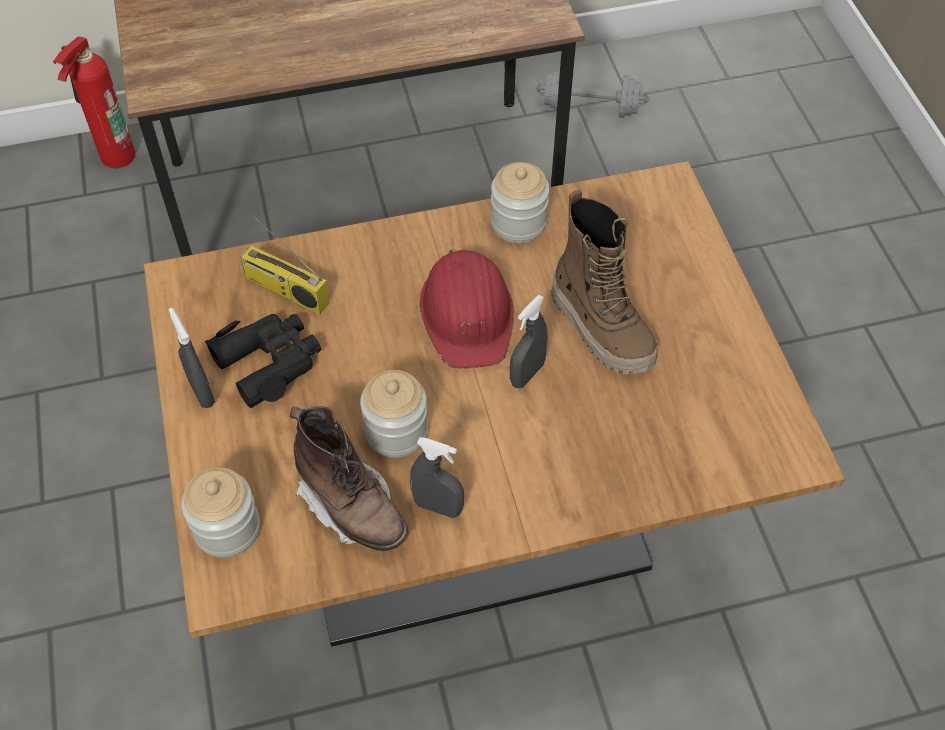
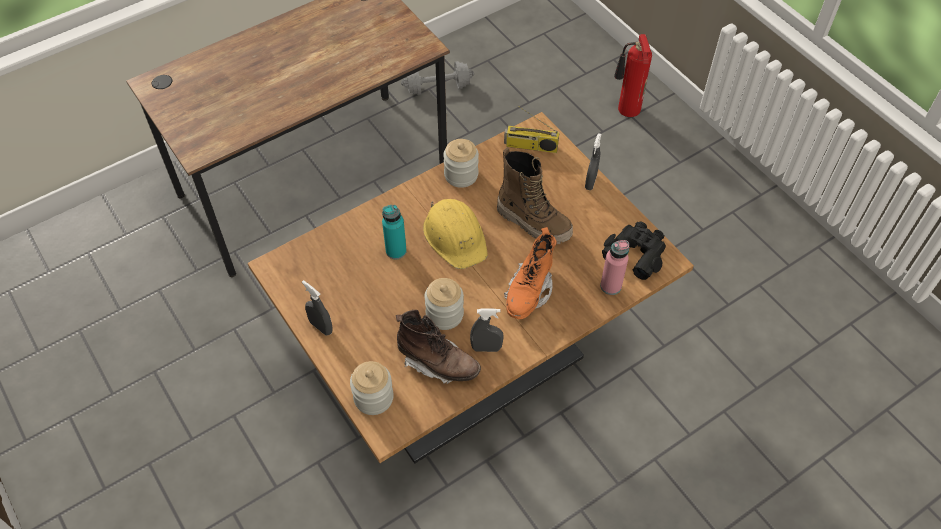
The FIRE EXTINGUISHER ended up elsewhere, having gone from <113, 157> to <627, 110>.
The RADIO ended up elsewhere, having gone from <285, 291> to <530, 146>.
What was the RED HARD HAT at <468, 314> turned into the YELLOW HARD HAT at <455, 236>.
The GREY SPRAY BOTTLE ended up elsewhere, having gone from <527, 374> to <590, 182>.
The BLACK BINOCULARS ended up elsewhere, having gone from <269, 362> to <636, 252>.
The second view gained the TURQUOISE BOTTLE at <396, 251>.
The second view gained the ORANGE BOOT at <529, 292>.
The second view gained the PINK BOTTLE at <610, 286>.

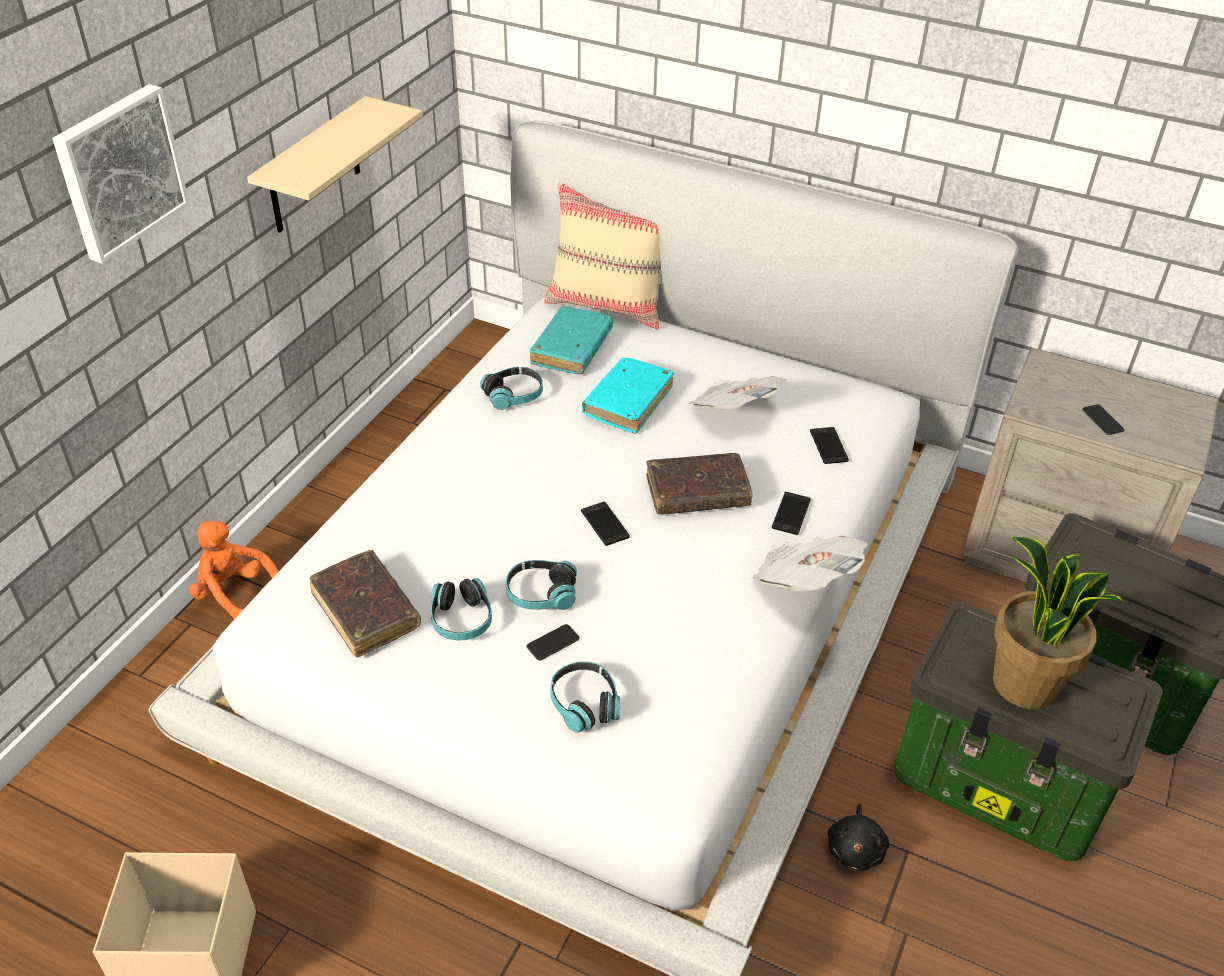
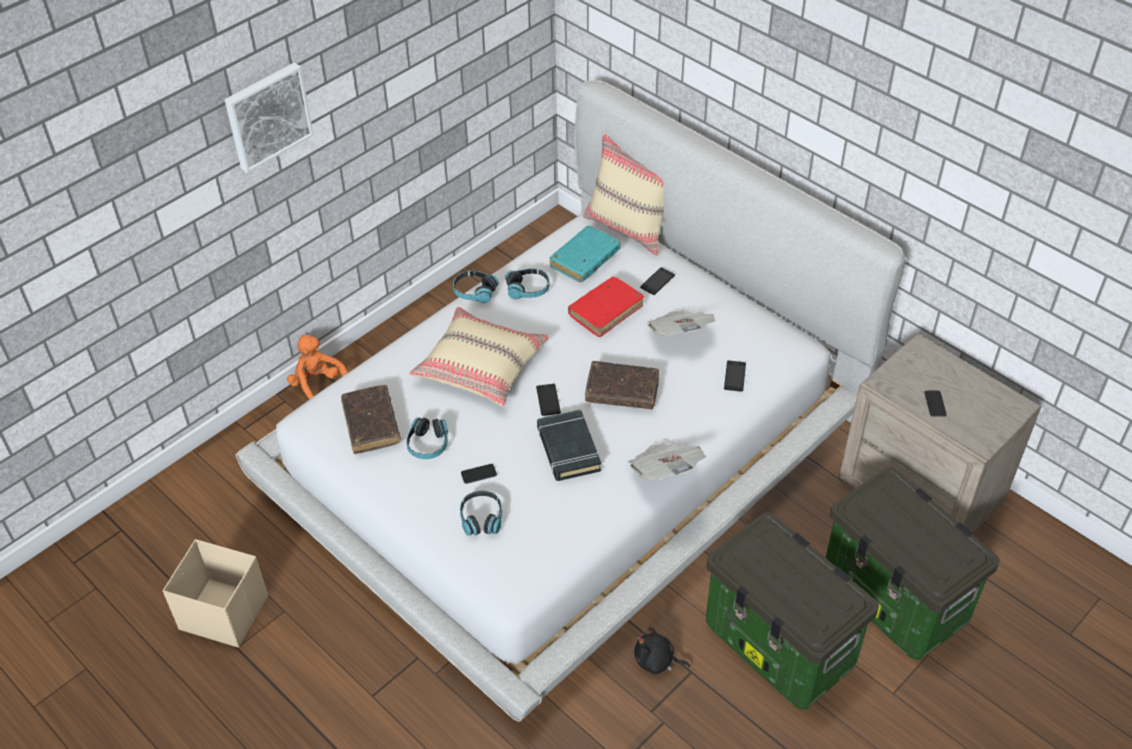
The second view lost the BEIGE SHELF at <314, 168>.
What was the TURQUOISE BOOK at <628, 402> turned into the RED BOOK at <606, 311>.
The PHONE ended up elsewhere, having gone from <791, 514> to <657, 281>.
The second view lost the POTTED PLANT at <1023, 684>.
The HEADPHONES ended up elsewhere, having gone from <541, 594> to <475, 292>.
The BLACK PLUSH TOY at <855, 849> ended up facing another way, 75 degrees clockwise from before.
The second view gained the BEIGE PILLOW at <481, 366>.
The second view gained the BLACK BOOK at <568, 449>.

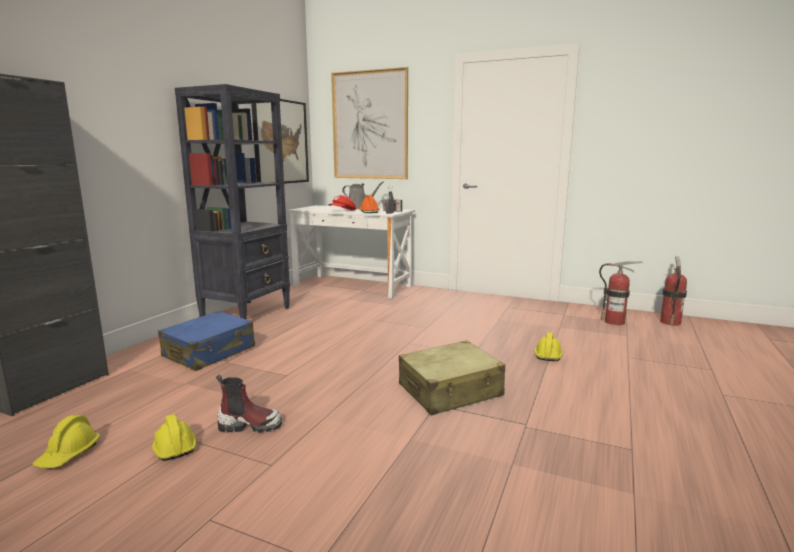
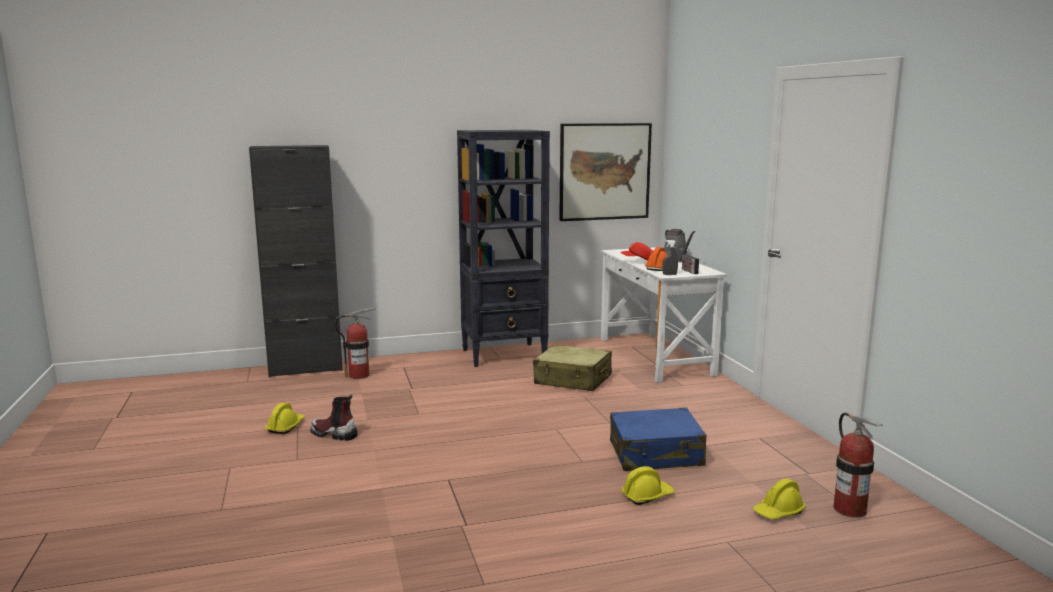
The second view lost the PICTURE at <370, 125>.
The FIRE EXTINGUISHER ended up elsewhere, having gone from <670, 322> to <359, 375>.
The BLUE SUITCASE ended up elsewhere, having gone from <209, 352> to <656, 454>.
The BEIGE SUITCASE ended up elsewhere, having gone from <450, 391> to <573, 380>.
The BOOT at <250, 425> ended up facing another way, 150 degrees clockwise from before.
The YELLOW HARD HAT ended up elsewhere, having gone from <68, 454> to <778, 512>.

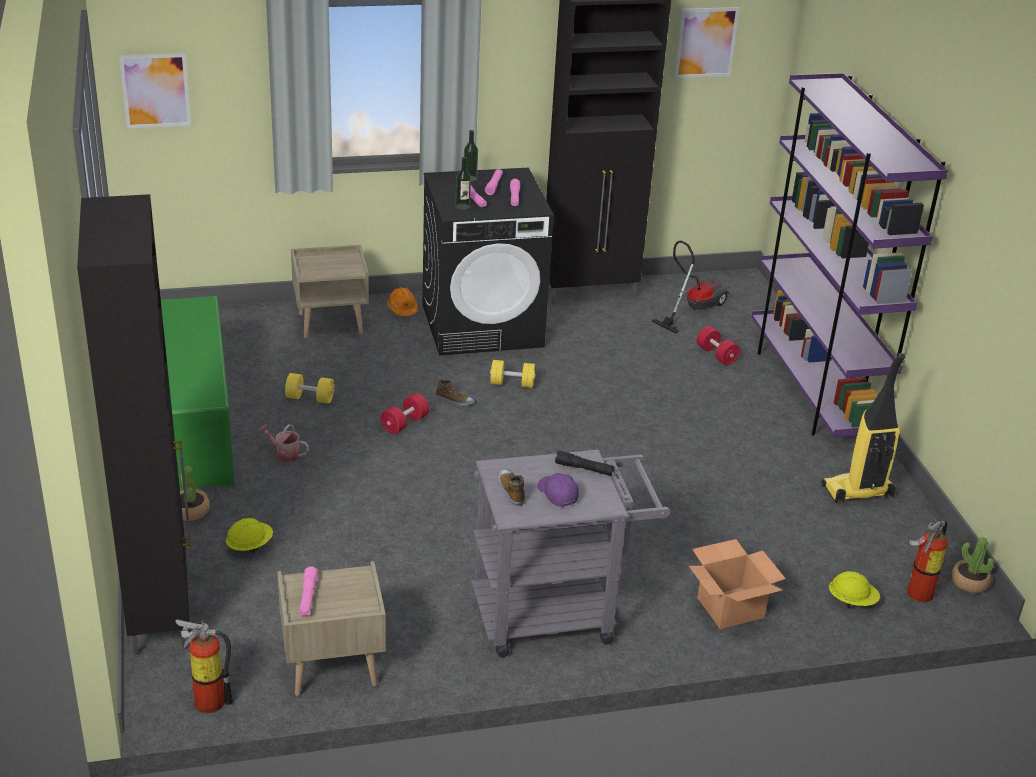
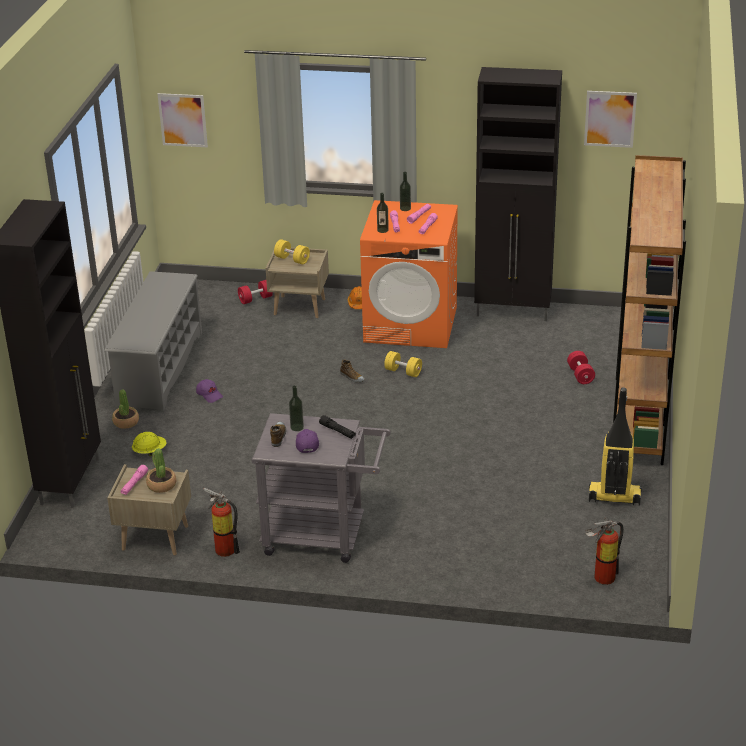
What was the PURPLE BOOKCASE at <812, 390> turned into the BROWN BOOKCASE at <639, 415>.
What was the BLACK WASHING MACHINE at <483, 325> turned into the ORANGE WASHING MACHINE at <411, 324>.
The second view lost the VACUUM CLEANER at <692, 308>.
What was the GREEN SHOE RACK at <194, 430> turned into the GREY SHOE RACK at <159, 368>.
The YELLOW DUMBBELL ended up elsewhere, having gone from <310, 398> to <292, 259>.
The RED DUMBBELL ended up elsewhere, having gone from <404, 423> to <255, 299>.
Where the WATERING CAN stood at <284, 454>, the PURPLE CAP came to stand at <209, 395>.
The POTTED PLANT ended up elsewhere, having gone from <969, 582> to <161, 485>.
The second view lost the CARDBOARD BOX at <730, 608>.
The second view lost the YELLOW HARD HAT at <852, 601>.
The FIRE EXTINGUISHER ended up elsewhere, having gone from <206, 700> to <223, 548>.
The second view gained the BOTTLE at <297, 427>.

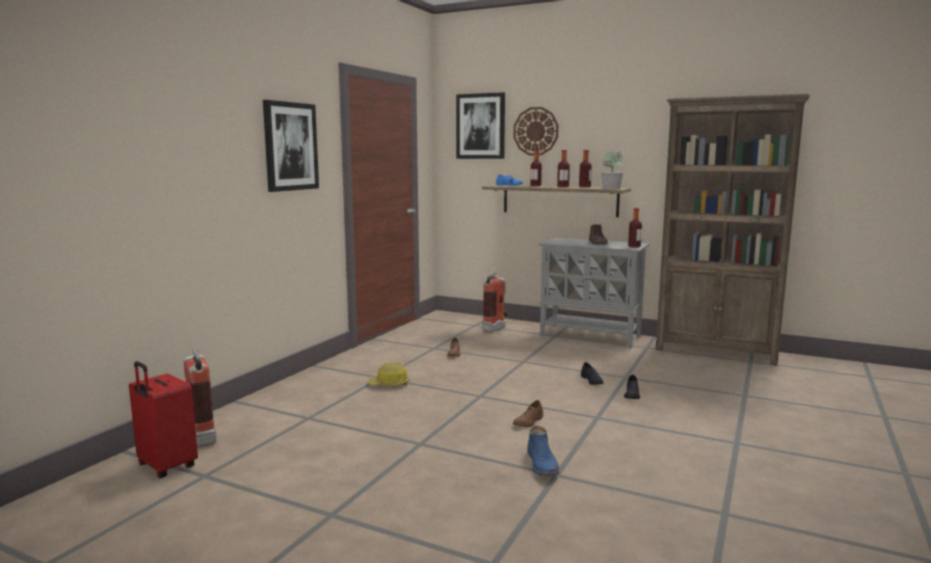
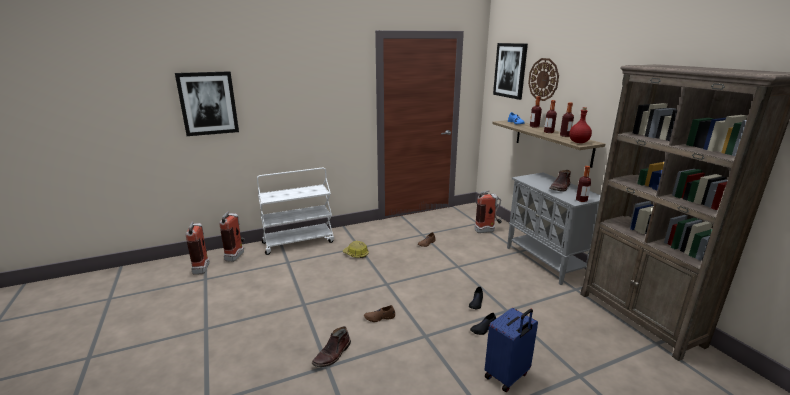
The PICTURE ended up elsewhere, having gone from <290, 146> to <208, 103>.
Where the POTTED PLANT stood at <611, 188>, the RED BOTTLE came to stand at <579, 142>.
Where the RED SUITCASE stood at <165, 467>, the FIRE EXTINGUISHER came to stand at <202, 267>.
What was the BLUE BOOT at <542, 465> turned into the BROWN BOOT at <332, 354>.
The second view gained the WHITE CART at <298, 242>.
The second view gained the BLUE SUITCASE at <507, 376>.

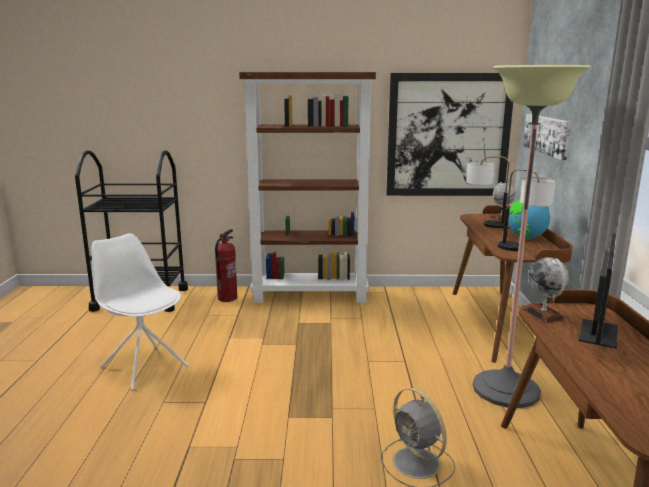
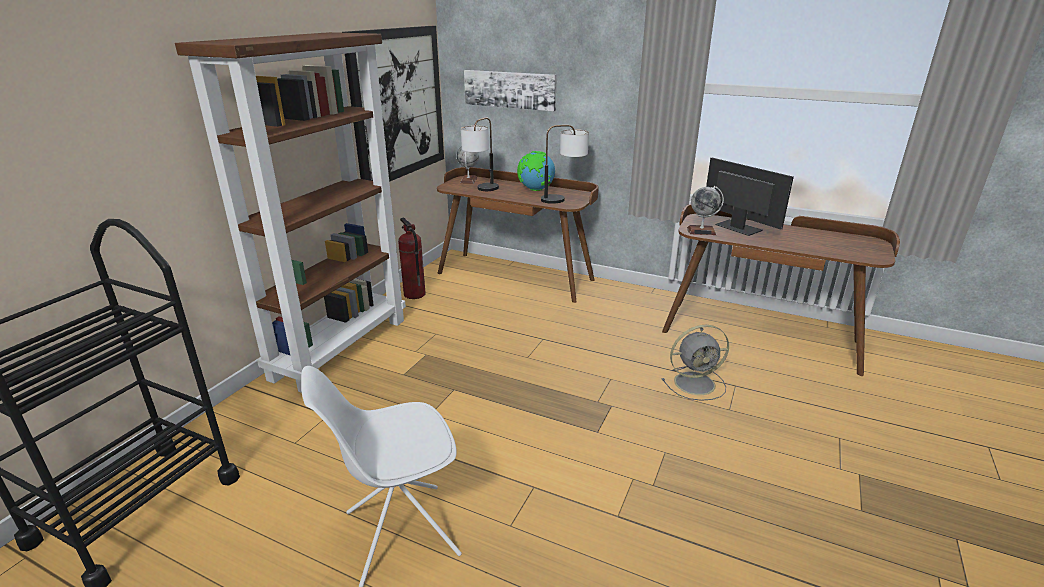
The second view lost the FLOOR LAMP at <505, 389>.
The FIRE EXTINGUISHER ended up elsewhere, having gone from <227, 298> to <414, 294>.

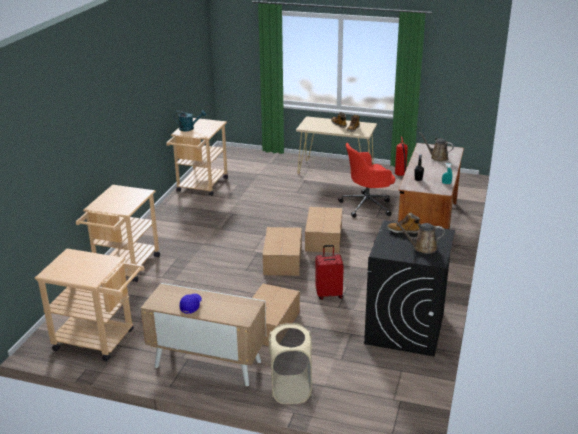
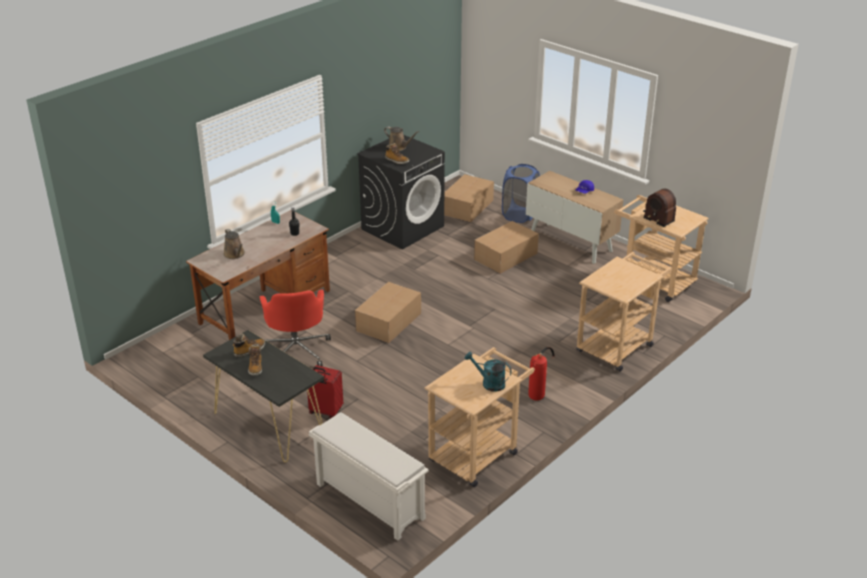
What was the BEIGE CONSOLE TABLE at <336, 171> turned into the BLACK CONSOLE TABLE at <268, 424>.
The FIRE EXTINGUISHER ended up elsewhere, having gone from <400, 176> to <540, 390>.
The RED OFFICE CHAIR at <367, 205> ended up facing another way, 75 degrees clockwise from before.
The CARDBOARD BOX ended up elsewhere, having gone from <282, 261> to <468, 207>.
The RED SUITCASE ended up elsewhere, having gone from <329, 294> to <325, 411>.
What was the BEIGE LAUNDRY BASKET at <291, 389> turned into the BLUE LAUNDRY BASKET at <519, 215>.
The second view gained the RADIO at <659, 216>.
The second view gained the WHITE SHOE RACK at <368, 501>.

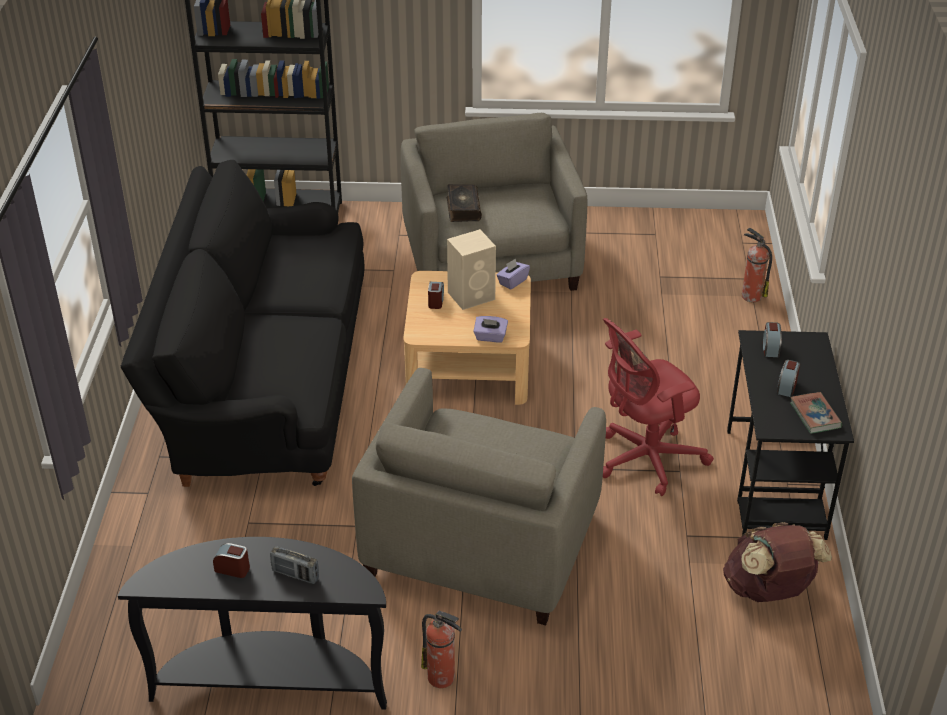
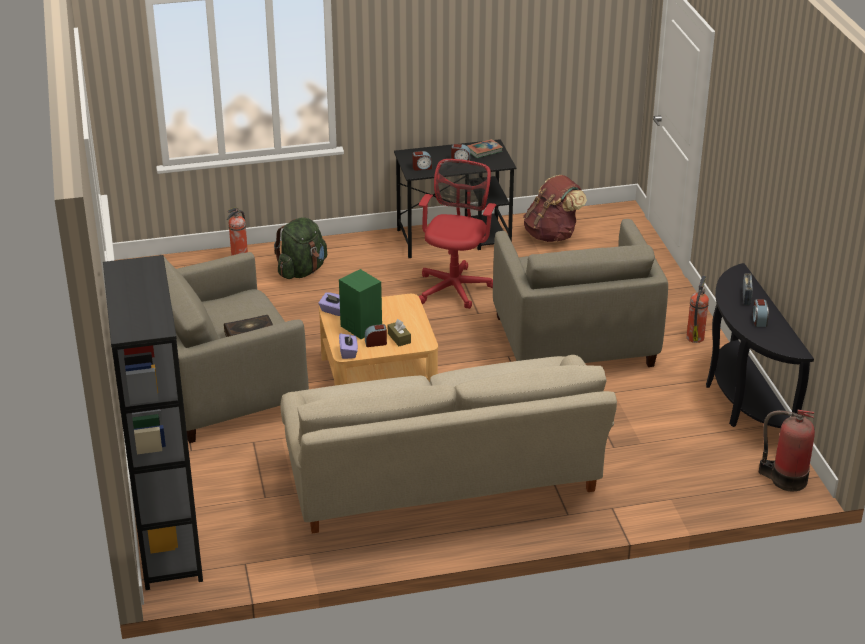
What was the BLACK SOFA at <265, 380> turned into the BEIGE SOFA at <443, 480>.
What was the BEIGE SPEAKER at <472, 295> turned into the GREEN SPEAKER at <360, 327>.
The PURPLE TISSUE BOX ended up elsewhere, having gone from <490, 337> to <348, 352>.
The RED OFFICE CHAIR at <645, 460> ended up facing another way, 120 degrees counterclockwise from before.
The BEIGE ARMCHAIR at <481, 543> ended up facing another way, 75 degrees clockwise from before.
The second view gained the GREEN BACKPACK at <302, 271>.
The second view gained the BROWN TISSUE BOX at <399, 338>.
The second view gained the FIRE EXTINGUISHER at <786, 479>.

